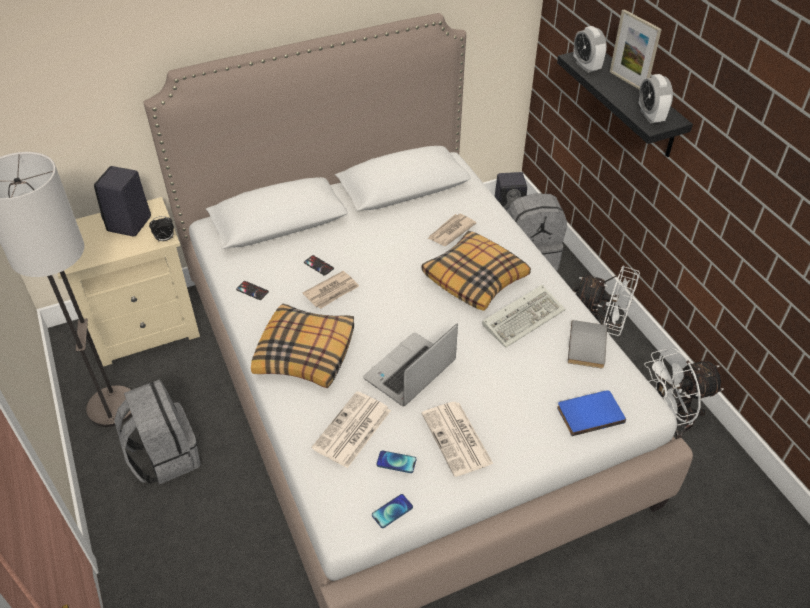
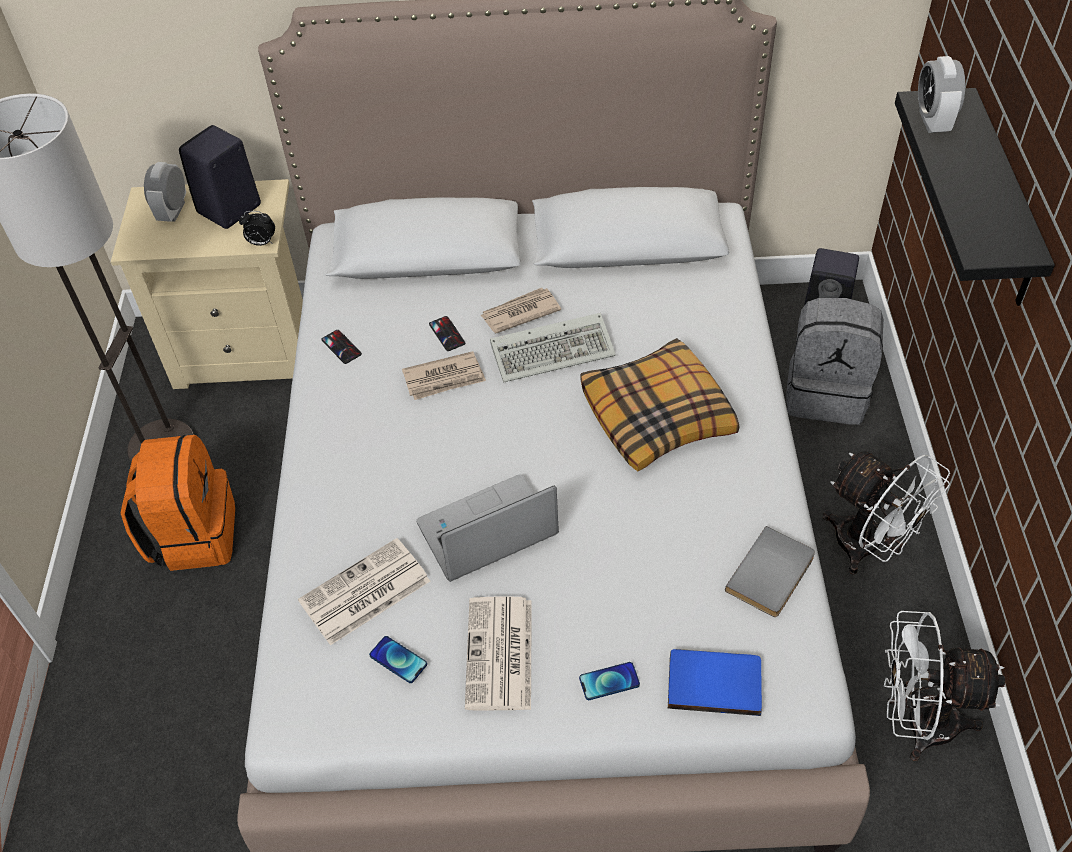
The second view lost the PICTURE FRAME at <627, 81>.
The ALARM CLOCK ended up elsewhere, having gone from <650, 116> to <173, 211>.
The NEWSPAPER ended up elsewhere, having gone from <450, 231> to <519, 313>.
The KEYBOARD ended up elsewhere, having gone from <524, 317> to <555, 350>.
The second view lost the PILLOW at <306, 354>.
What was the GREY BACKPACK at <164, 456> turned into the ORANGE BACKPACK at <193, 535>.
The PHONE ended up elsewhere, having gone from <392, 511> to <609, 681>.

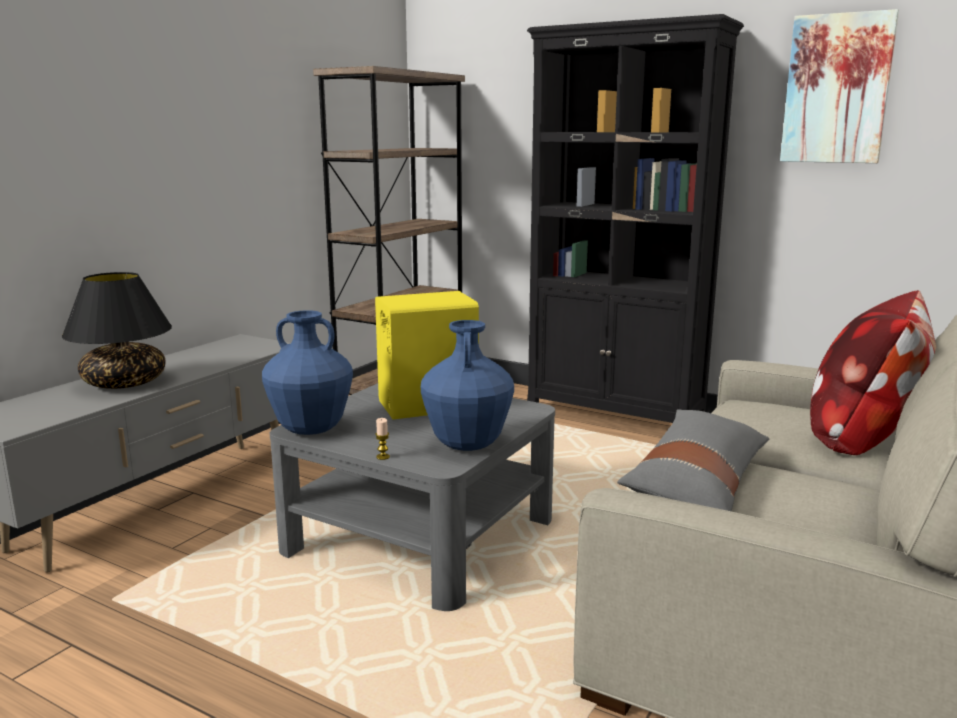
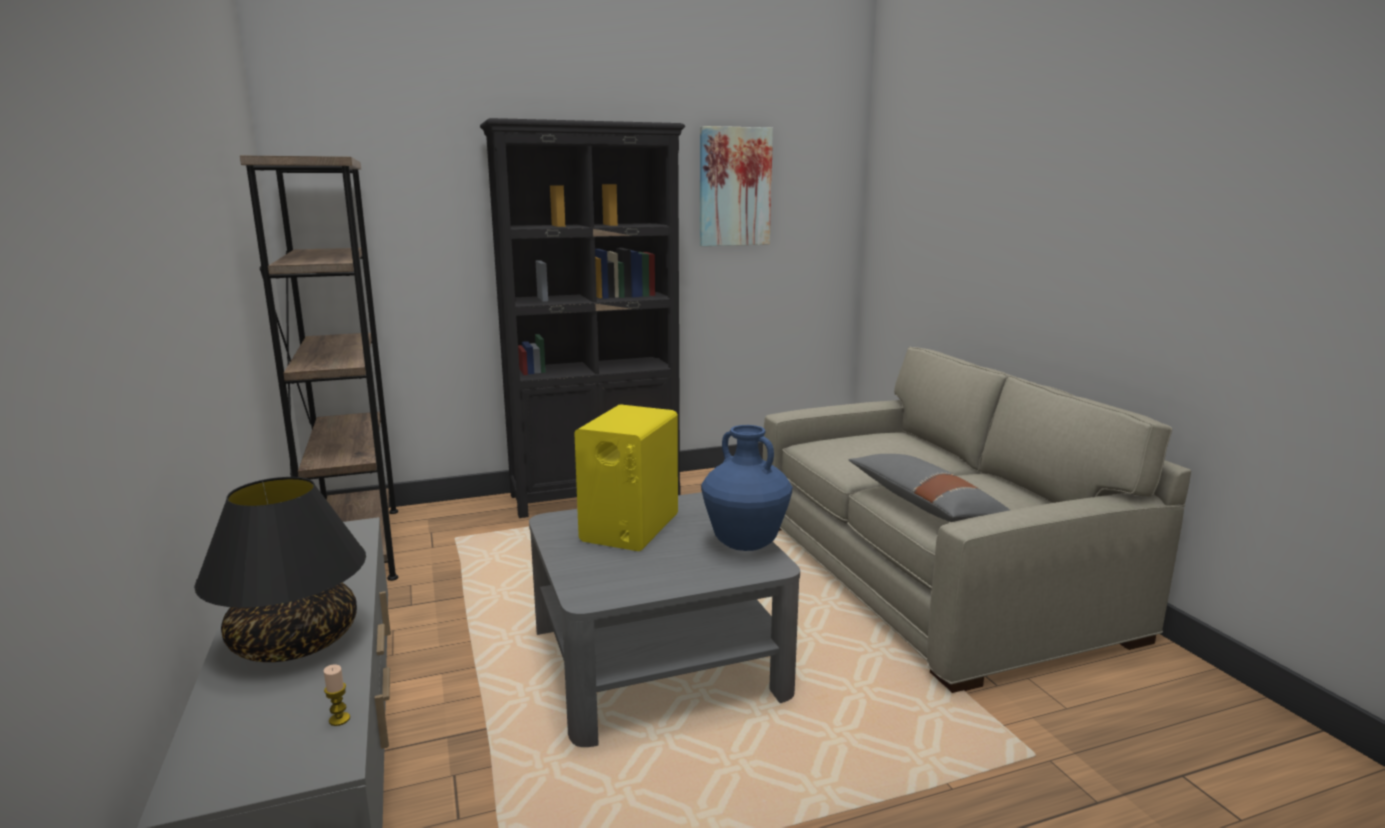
The second view lost the PILLOW at <864, 435>.
The second view lost the BLUE VASE at <311, 430>.
The CANDLE ended up elsewhere, having gone from <383, 457> to <339, 719>.

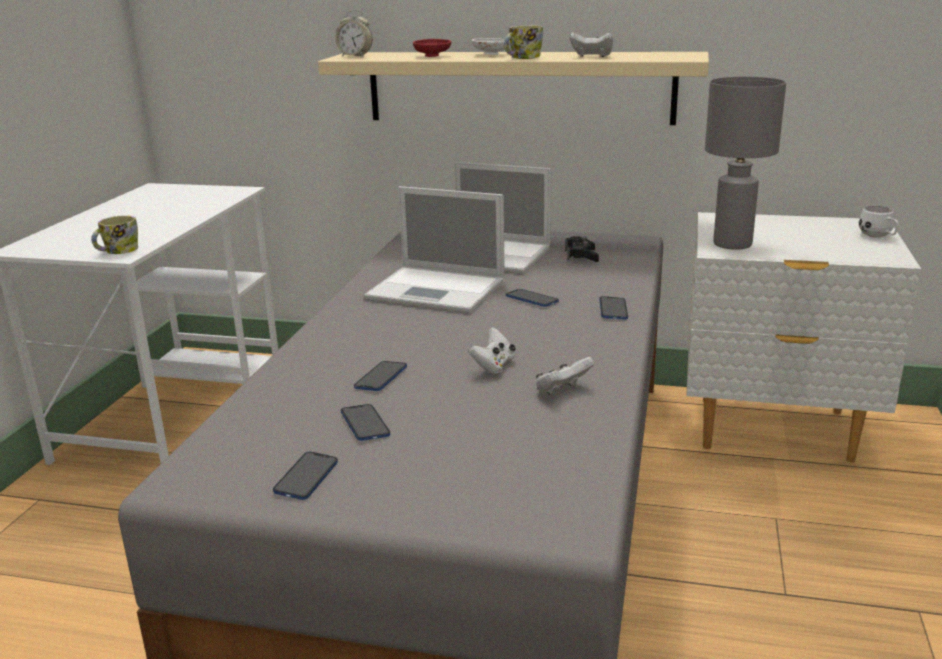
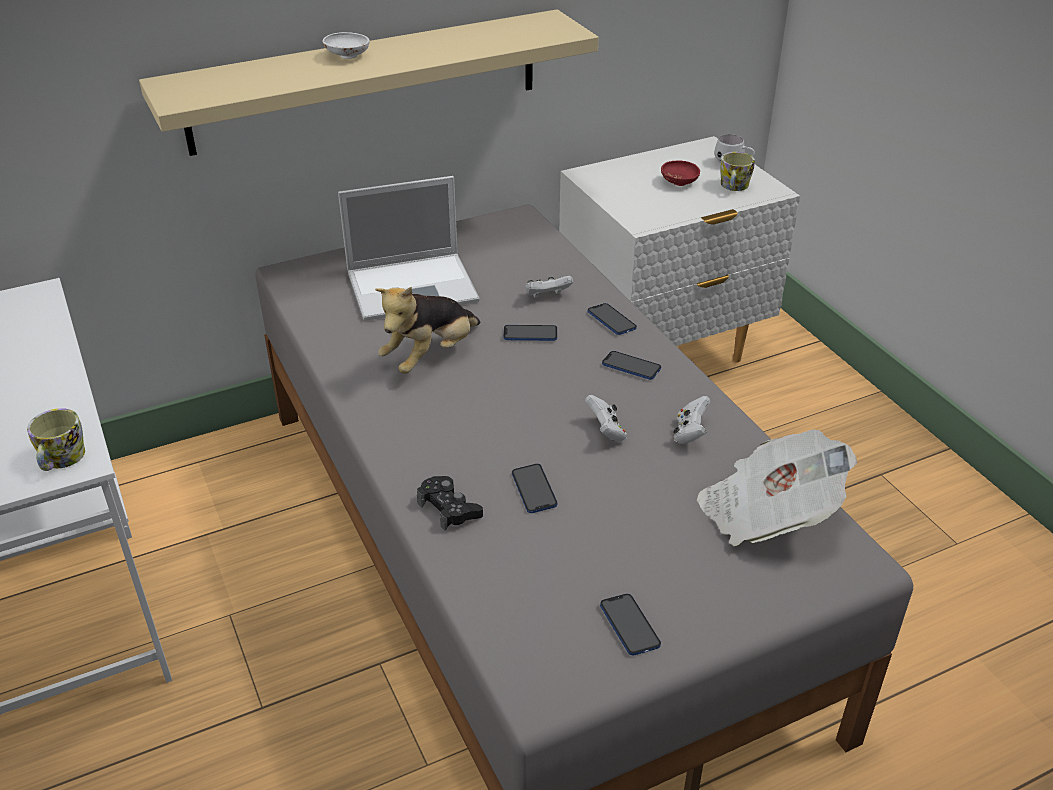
The second view lost the ALARM CLOCK at <355, 56>.
The MUG ended up elsewhere, having gone from <522, 58> to <733, 187>.
The WHITE GAME CONTROLLER ended up elsewhere, having gone from <592, 56> to <547, 297>.
The RED BOWL ended up elsewhere, having gone from <432, 56> to <679, 182>.
The second view lost the GREY TABLE LAMP at <731, 244>.
Where the LAPTOP stood at <438, 290>, the PLUSH TOY came to stand at <430, 356>.
The BLACK GAME CONTROLLER ended up elsewhere, having gone from <581, 256> to <449, 508>.
The PHONE ended up elsewhere, having gone from <365, 424> to <631, 367>.
The second view gained the NEWSPAPER at <767, 513>.

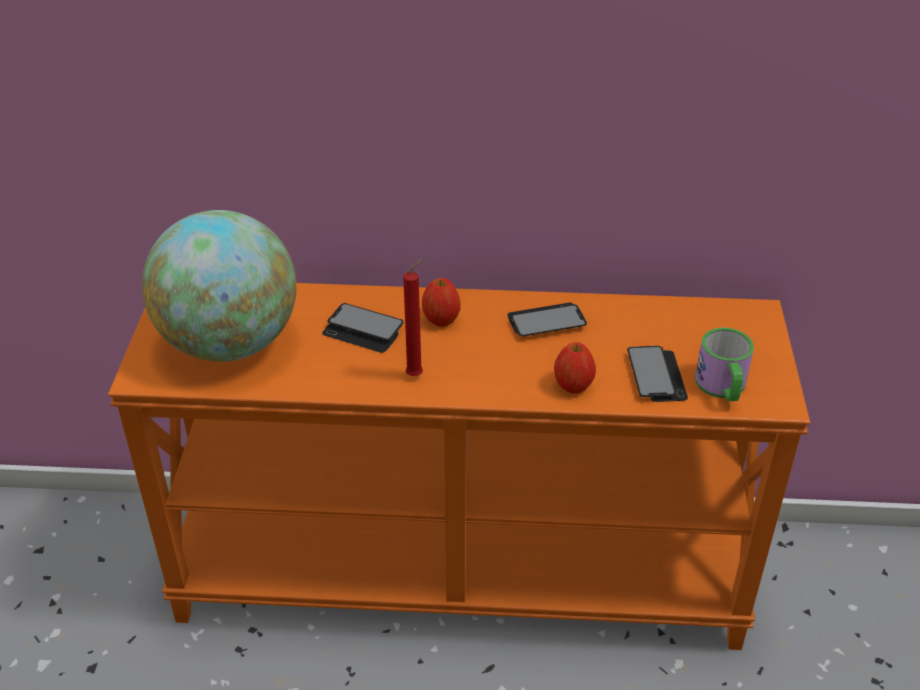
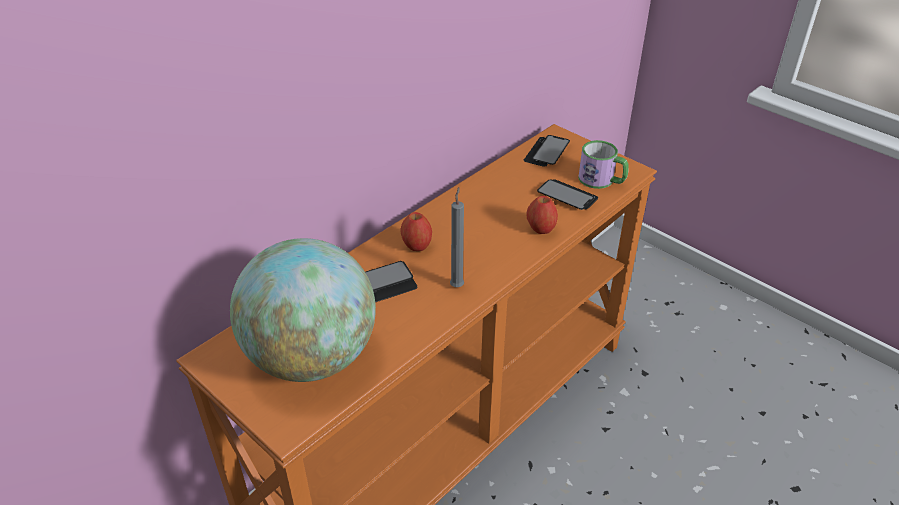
What was the RED CANDLE at <417, 375> turned into the GREY CANDLE at <457, 285>.
The PHONE ended up elsewhere, having gone from <546, 321> to <546, 152>.

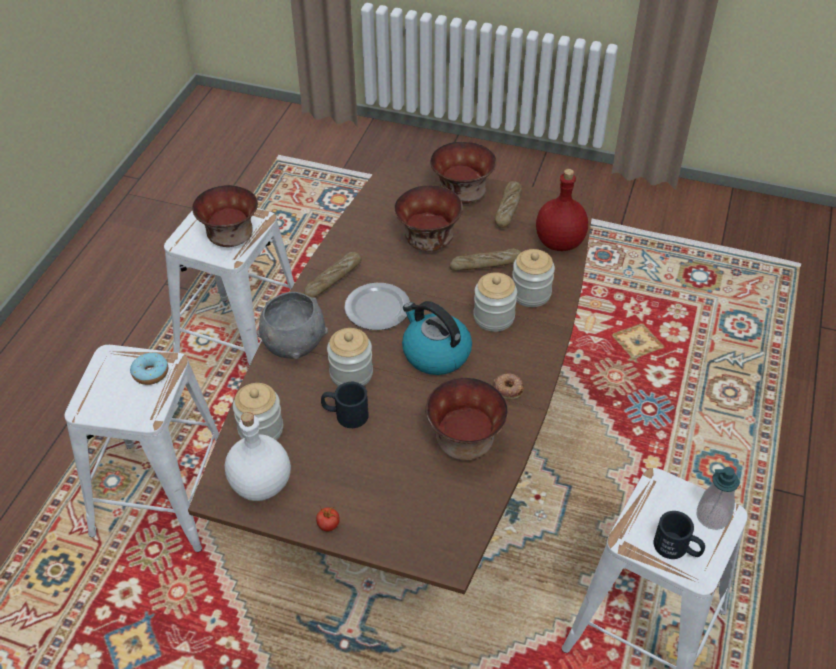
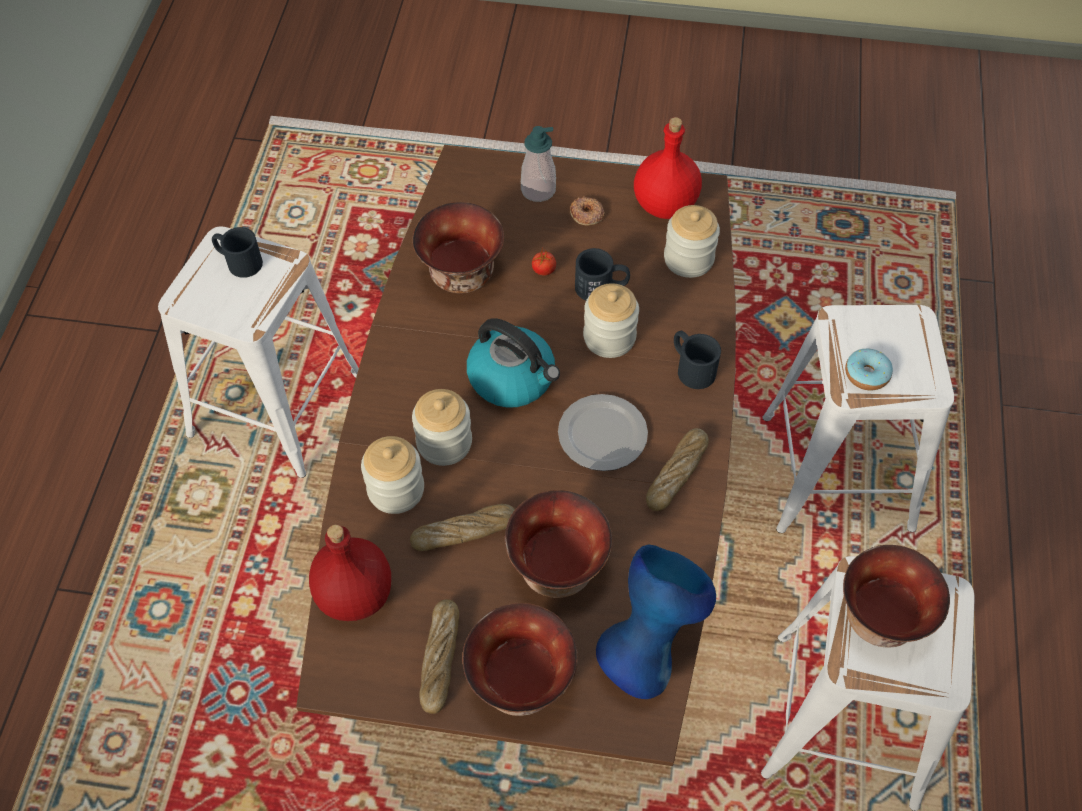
Where the GREY BOWL stood at <295, 344>, the BLACK MUG came to stand at <691, 367>.
The DONUT ended up elsewhere, having gone from <508, 388> to <586, 214>.
What was the WHITE BOTTLE at <260, 485> turned into the RED BOTTLE at <666, 205>.
The SOAP DISPENSER ended up elsewhere, having gone from <712, 516> to <538, 190>.
The TOMATO ended up elsewhere, having gone from <328, 525> to <543, 270>.
The second view gained the BLUE VASE at <648, 646>.

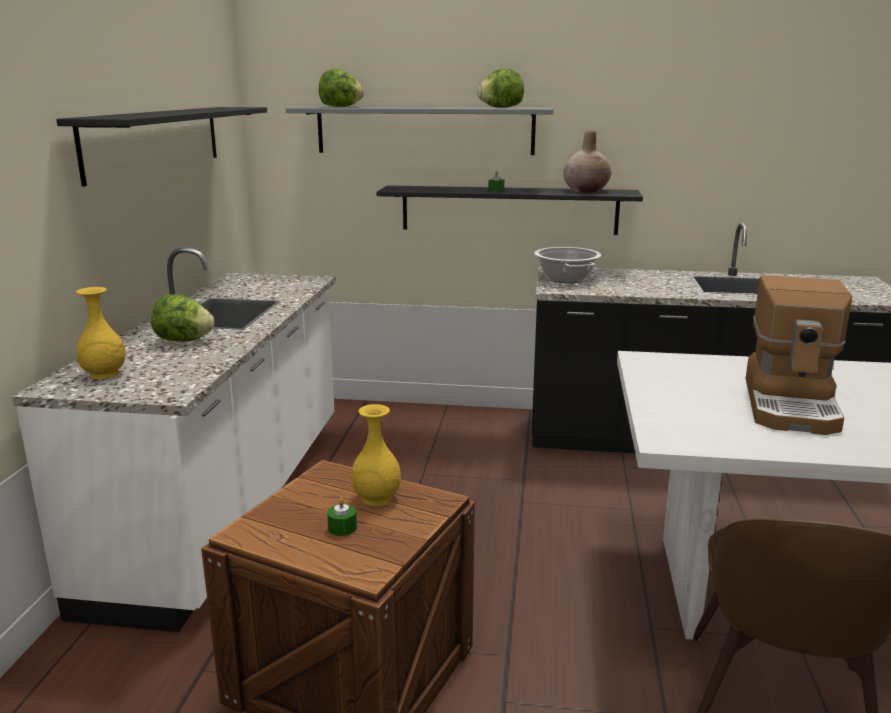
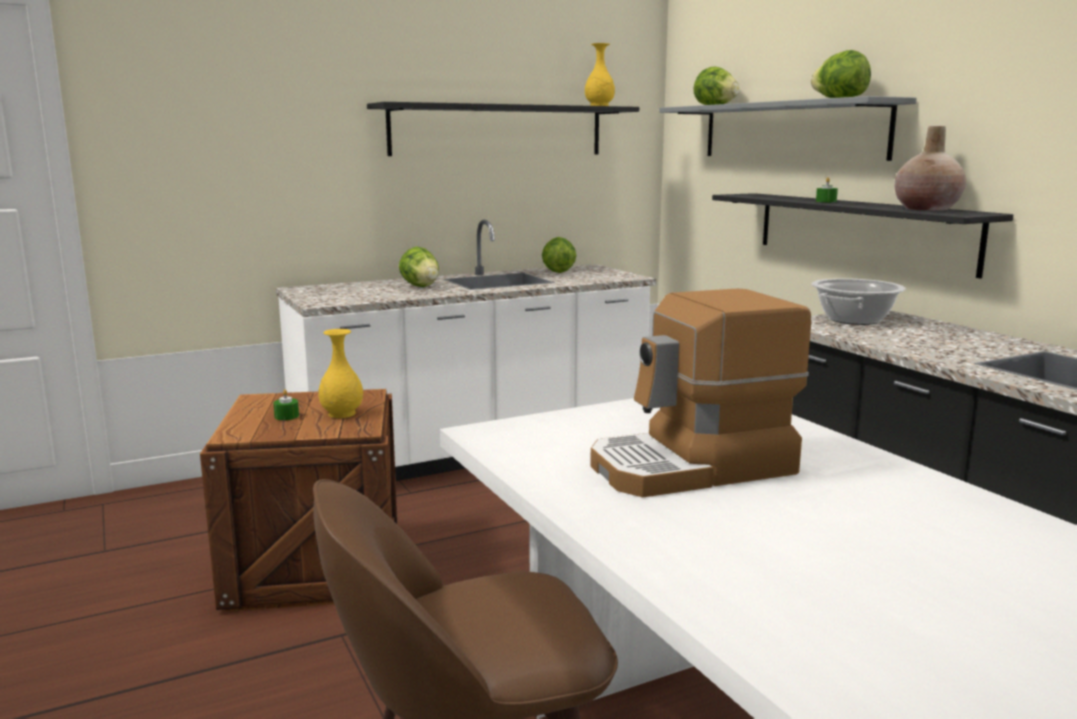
The YELLOW VASE ended up elsewhere, having gone from <104, 375> to <599, 106>.
The second view gained the LETTUCE at <557, 272>.

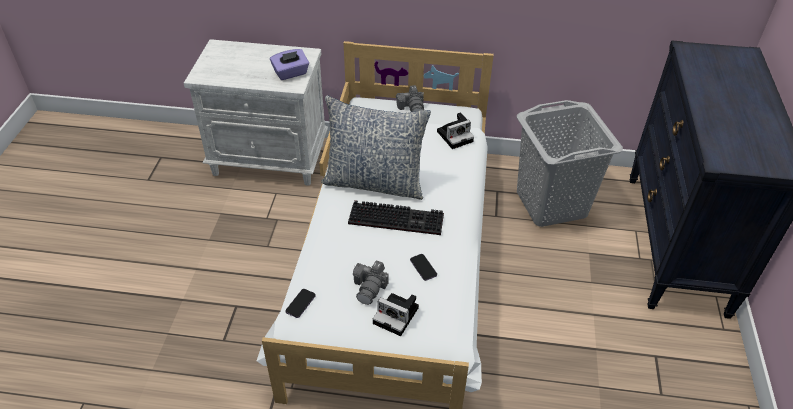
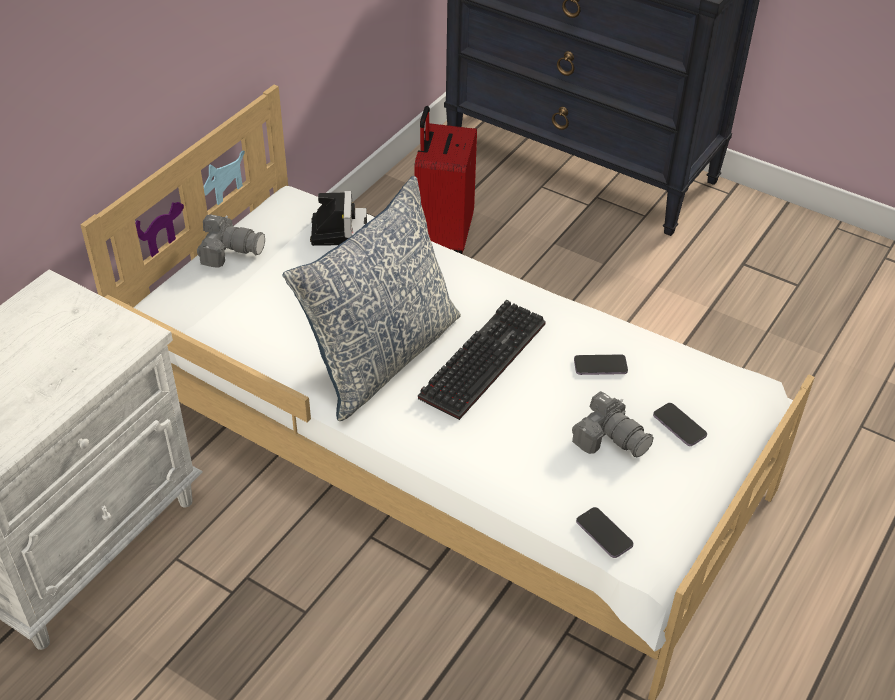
The second view lost the PURPLE TISSUE BOX at <291, 73>.
Where the GREY LAUNDRY BASKET stood at <551, 203>, the RED SUITCASE came to stand at <442, 236>.
Where the PHOTO CAMERA stood at <398, 315>, the PHONE came to stand at <679, 426>.

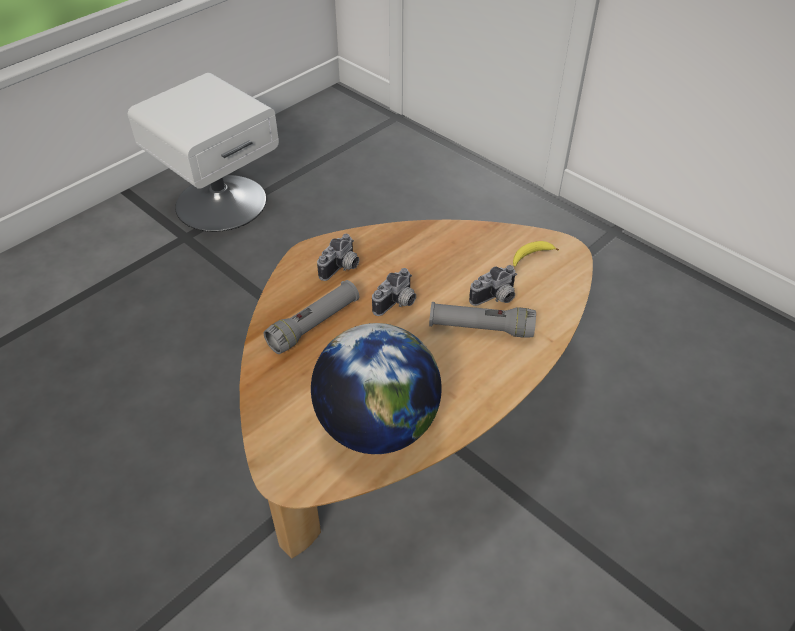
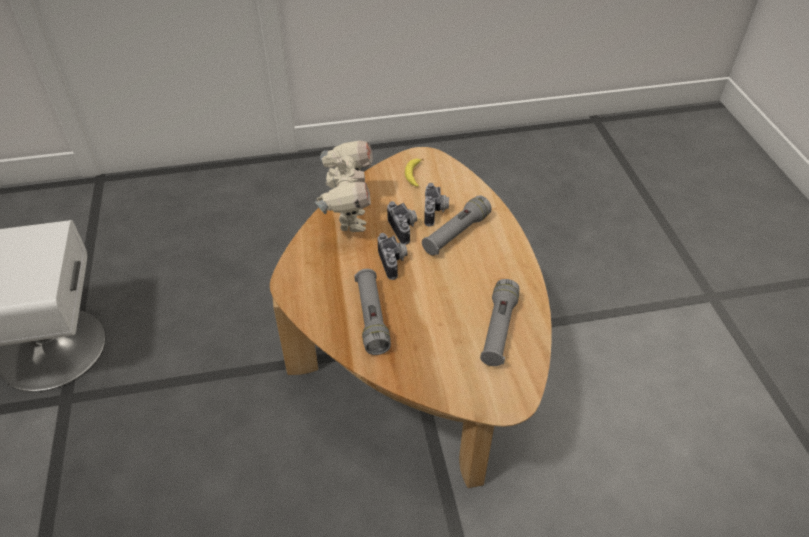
The PHOTO CAMERA ended up elsewhere, having gone from <342, 268> to <404, 228>.
Where the GLOBE stood at <377, 425>, the GREY FLASHLIGHT came to stand at <498, 330>.
The second view gained the TOY ROBOT at <349, 219>.

